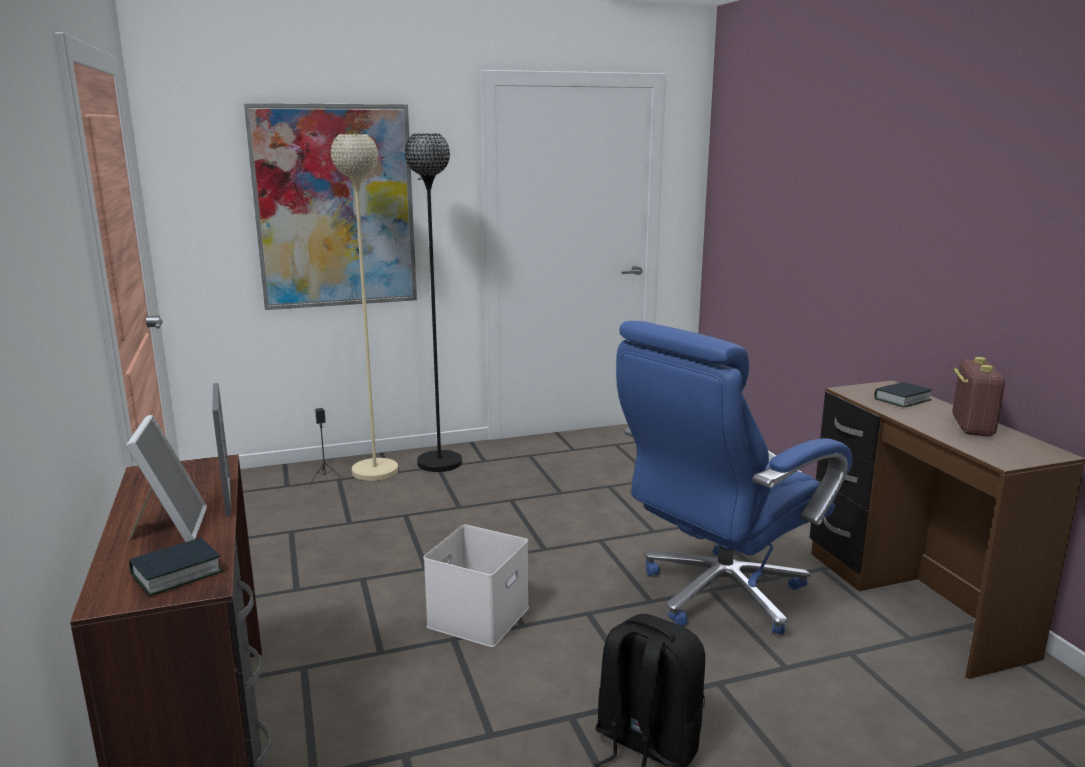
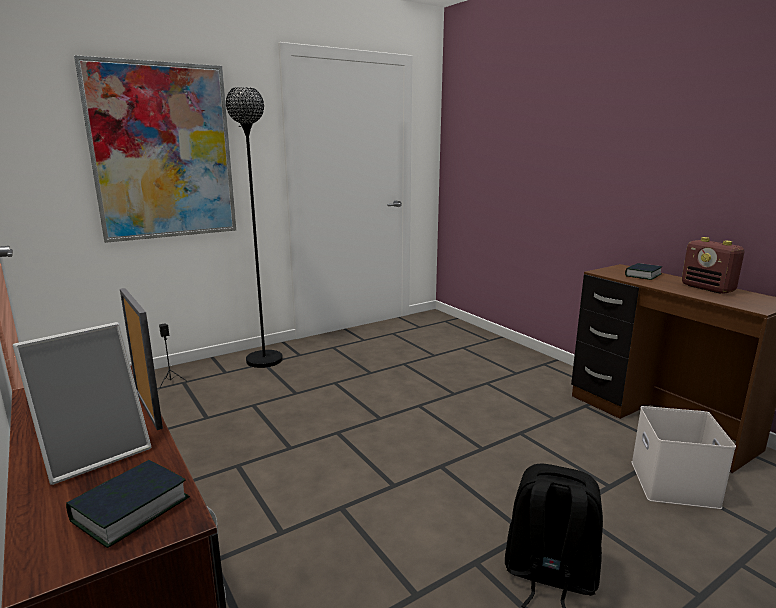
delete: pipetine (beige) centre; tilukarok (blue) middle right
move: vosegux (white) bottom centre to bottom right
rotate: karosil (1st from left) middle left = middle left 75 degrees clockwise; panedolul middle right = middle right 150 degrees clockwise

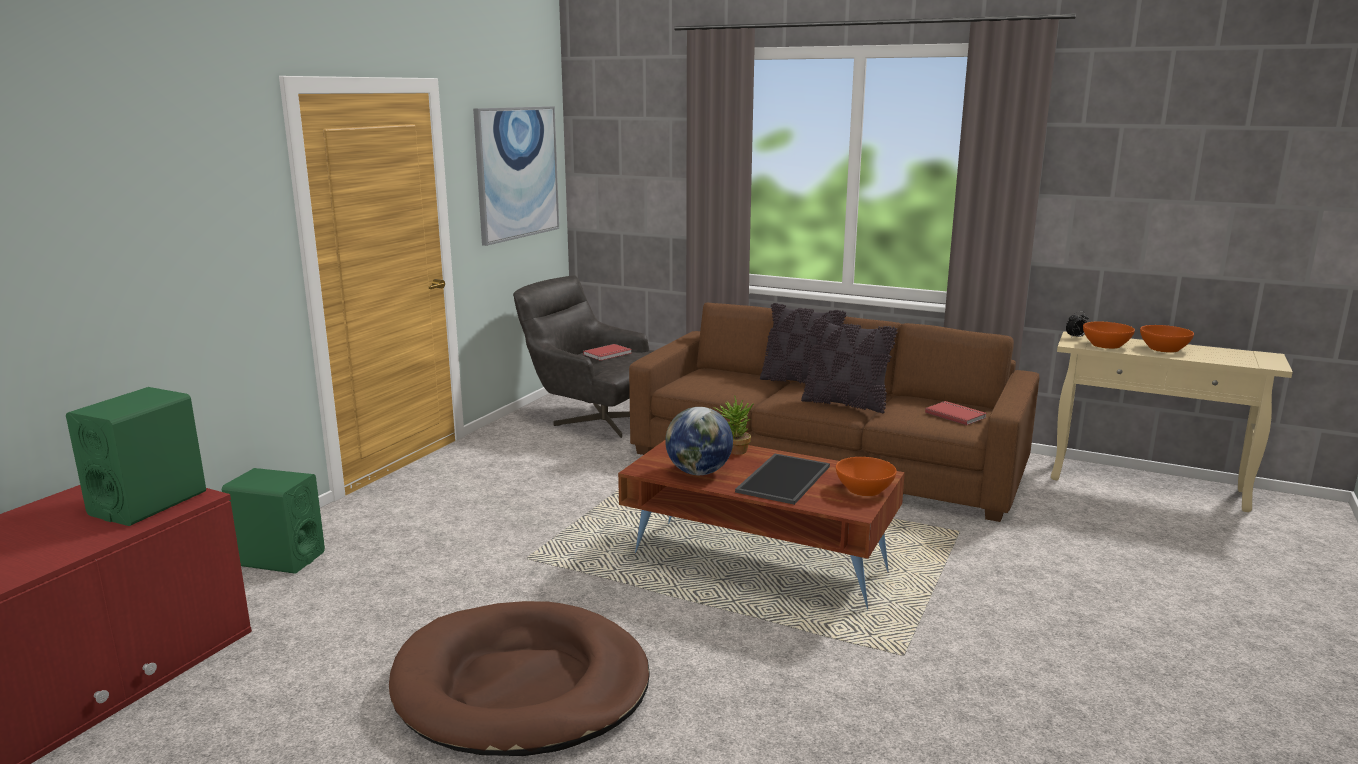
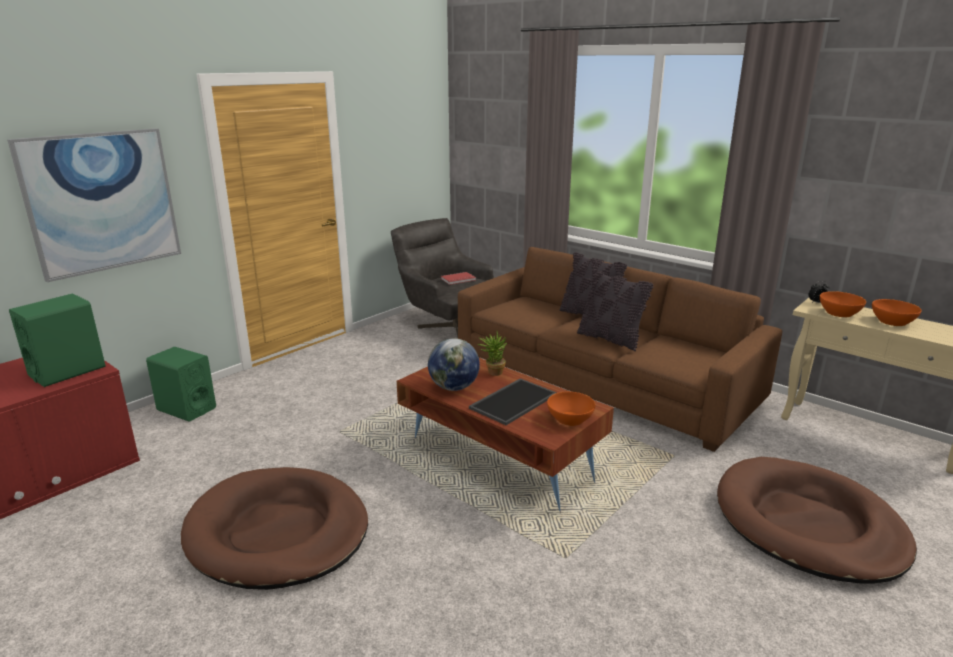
delete: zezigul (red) (2nd from left) middle right
insert: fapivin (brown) (2nd from left) bottom right
move: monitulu top centre to top left

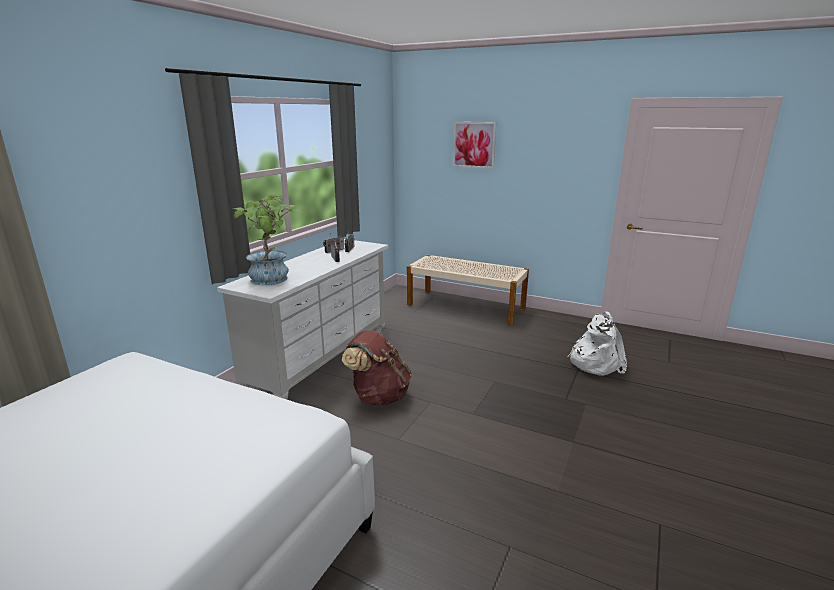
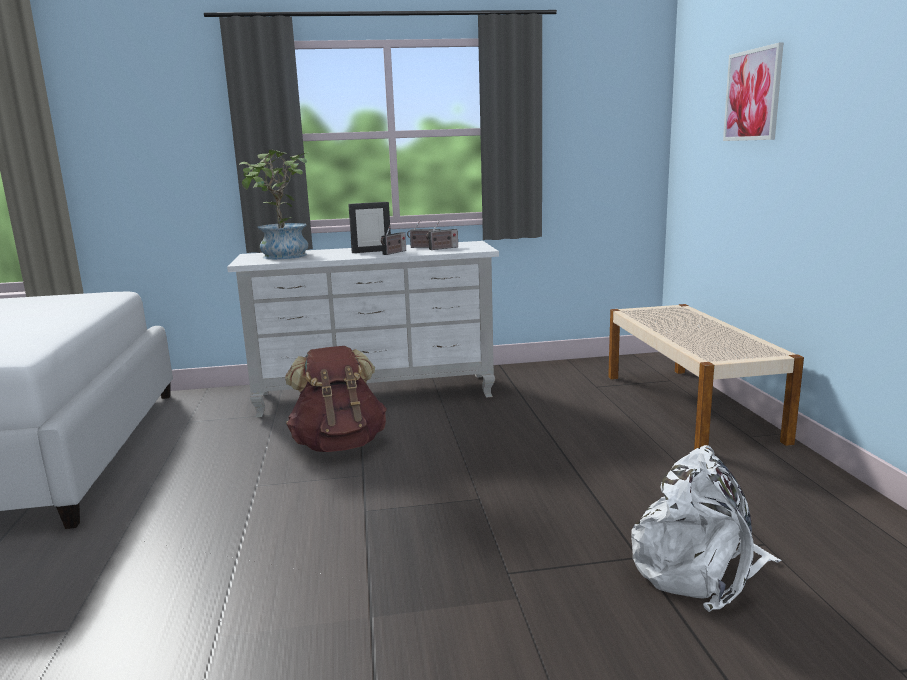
insert: karosil centre

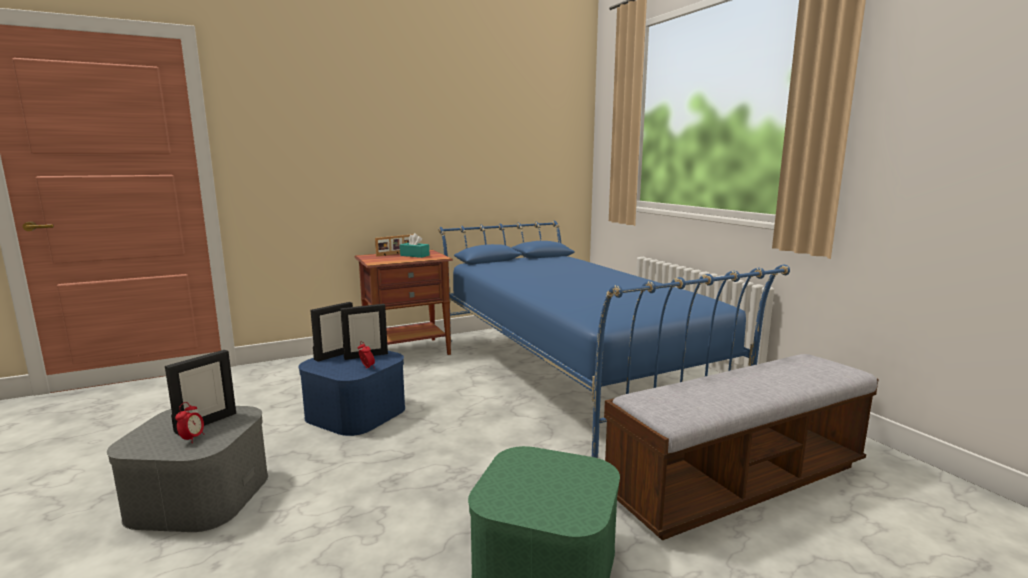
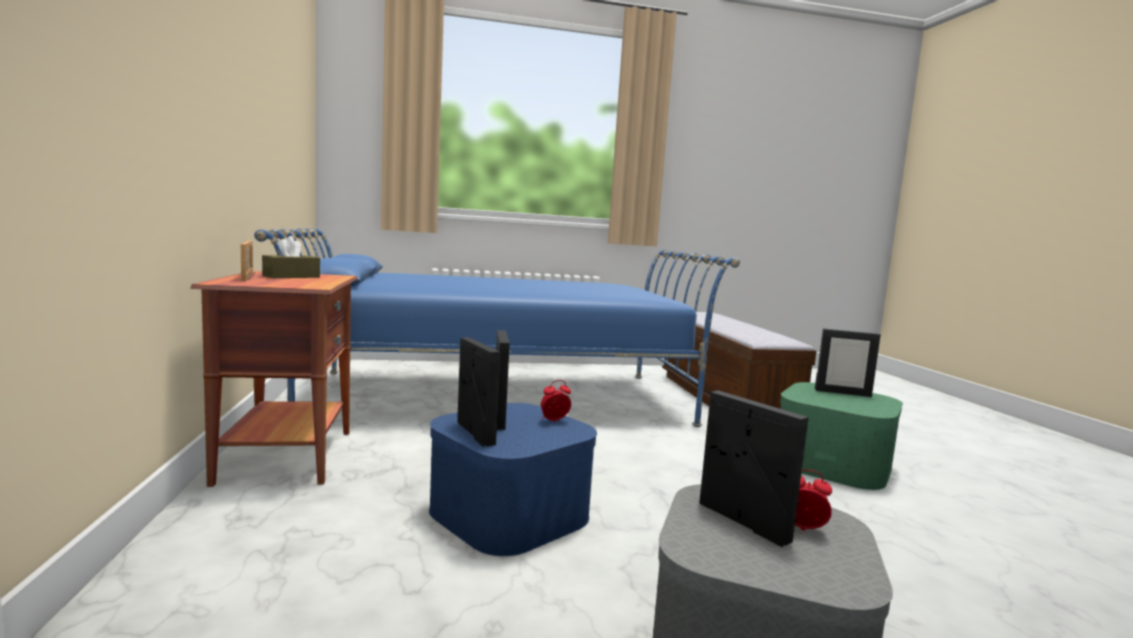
insert: karosil (5th from left) middle right
recolor: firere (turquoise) centre to firere (brown) middle left

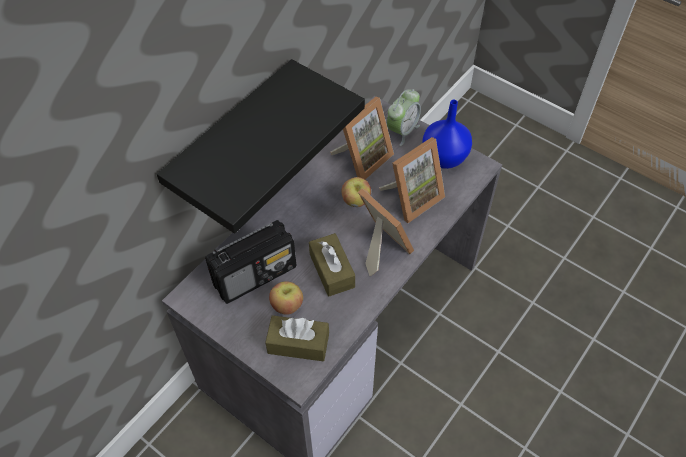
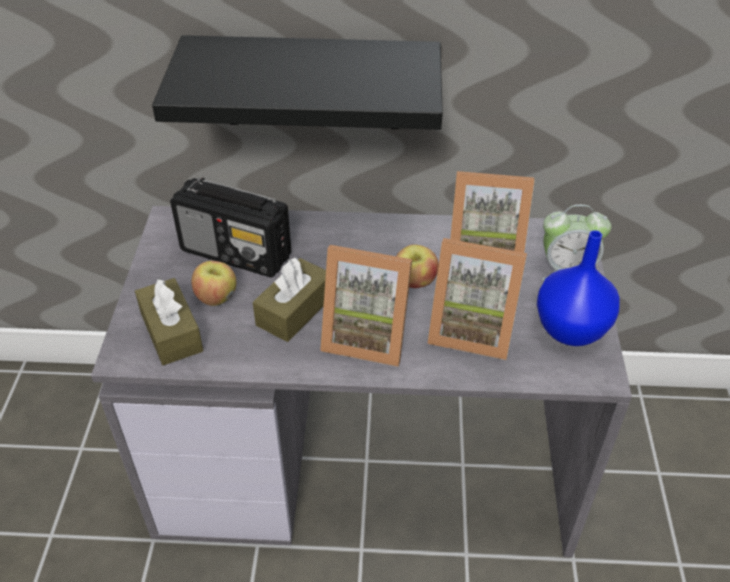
rotate: karosil (2nd from left in the first image) centre = centre 90 degrees clockwise

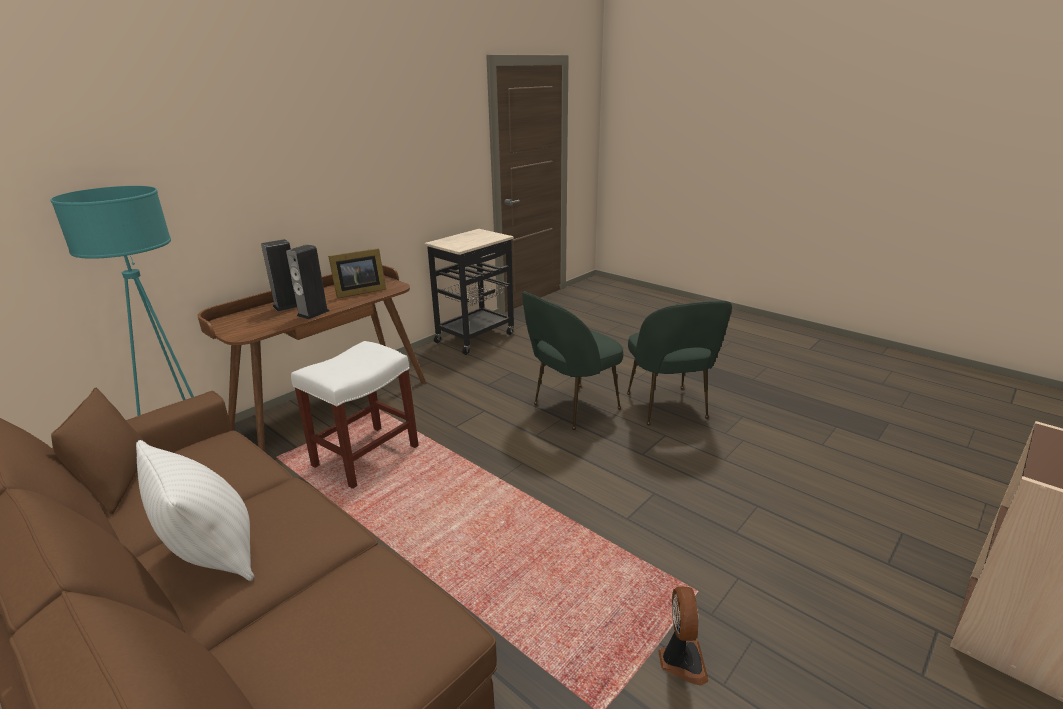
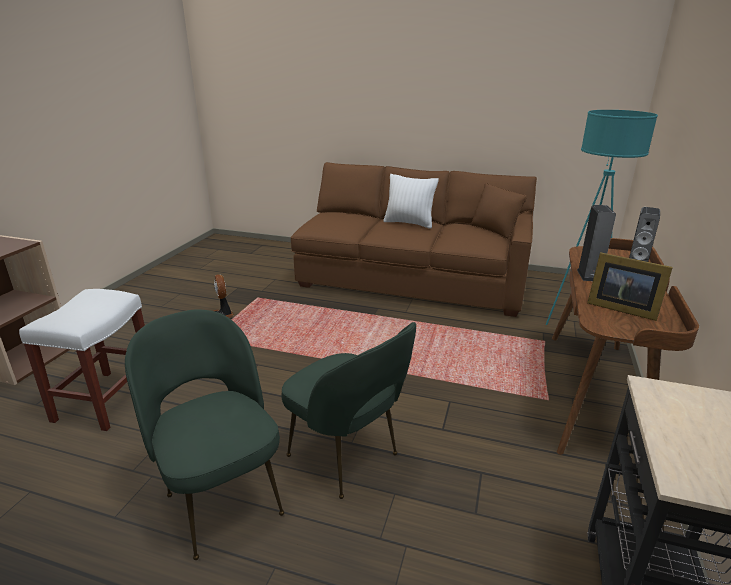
move: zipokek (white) centre to middle left
rotate: karosil centre = middle right 90 degrees counterclockwise; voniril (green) (1st from left in the first image) centre = bottom centre 105 degrees clockwise

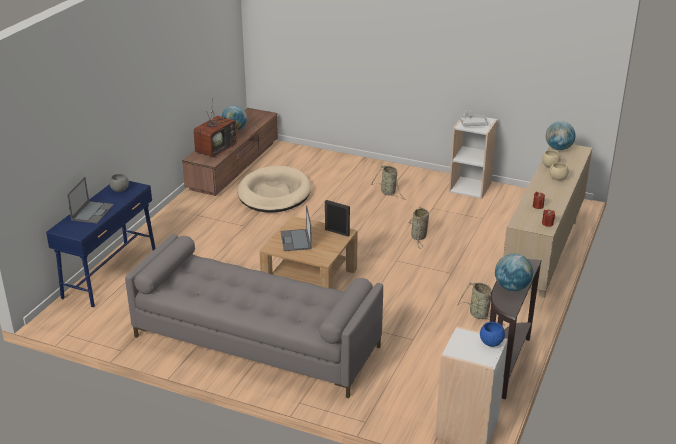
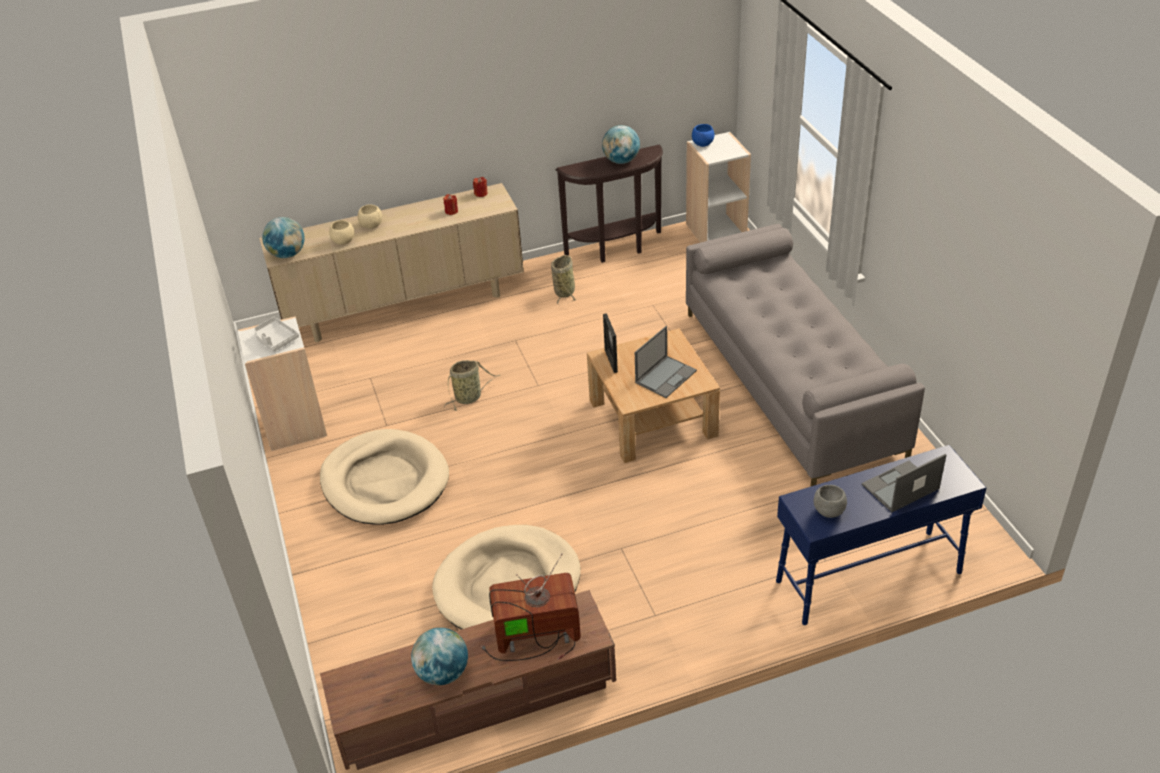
replace: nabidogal (1st from left) centre to fapivin (beige) (1st from left) middle left

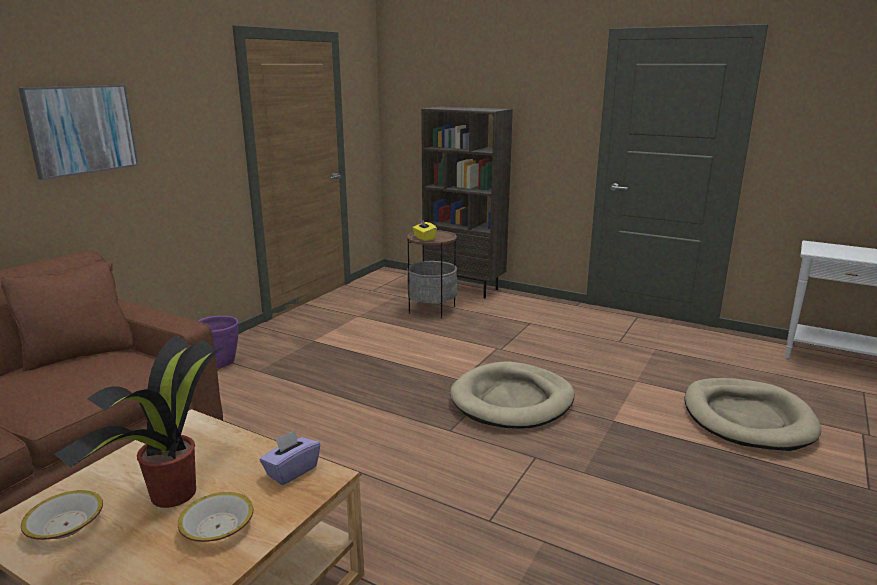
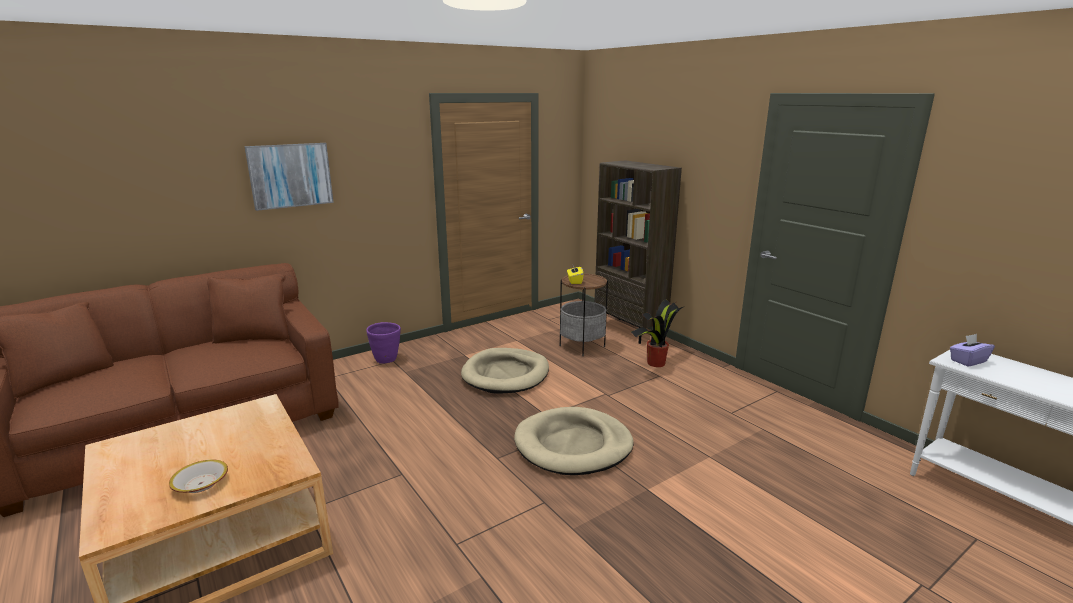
delete: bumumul (1st from left) bottom left
move: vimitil bottom left to centre; firere (purple) bottom left to middle right; fapivin (beige) (2nd from left in the first image) bottom right to fapivin (beige) (1st from left) centre

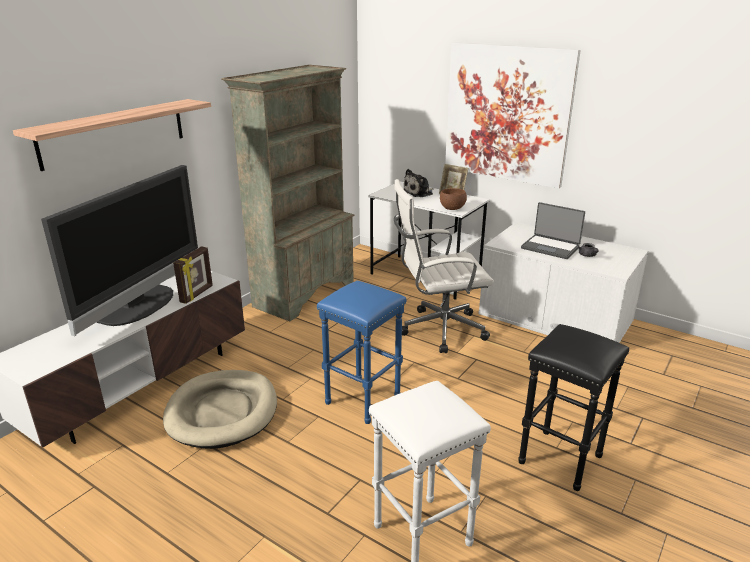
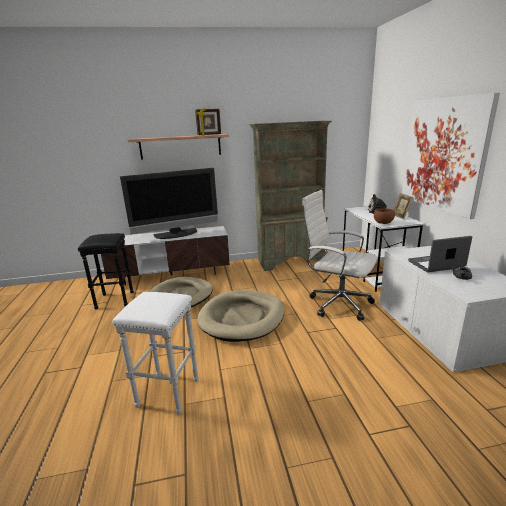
move: karosil (1st from left) middle left to top centre; zipokek (black) bottom right to middle left
replace: zipokek (blue) centre to fapivin (beige) (2nd from left) centre
rotate: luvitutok middle right = middle right 90 degrees clockwise

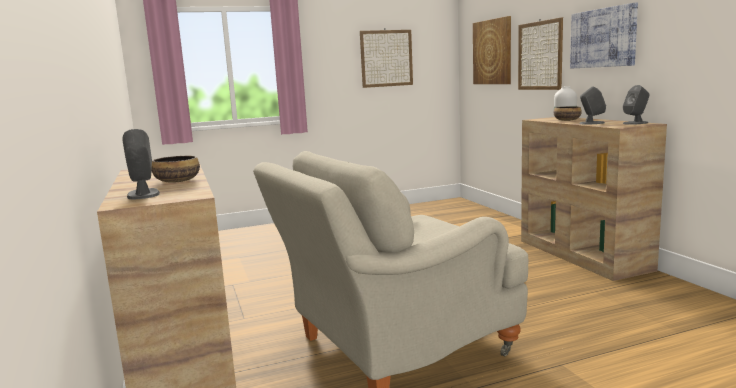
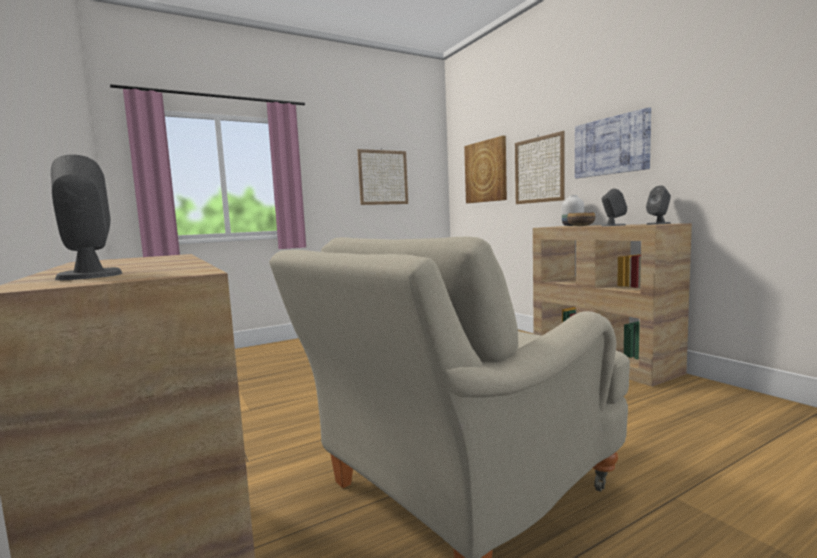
delete: bumumul (1st from left) middle left

